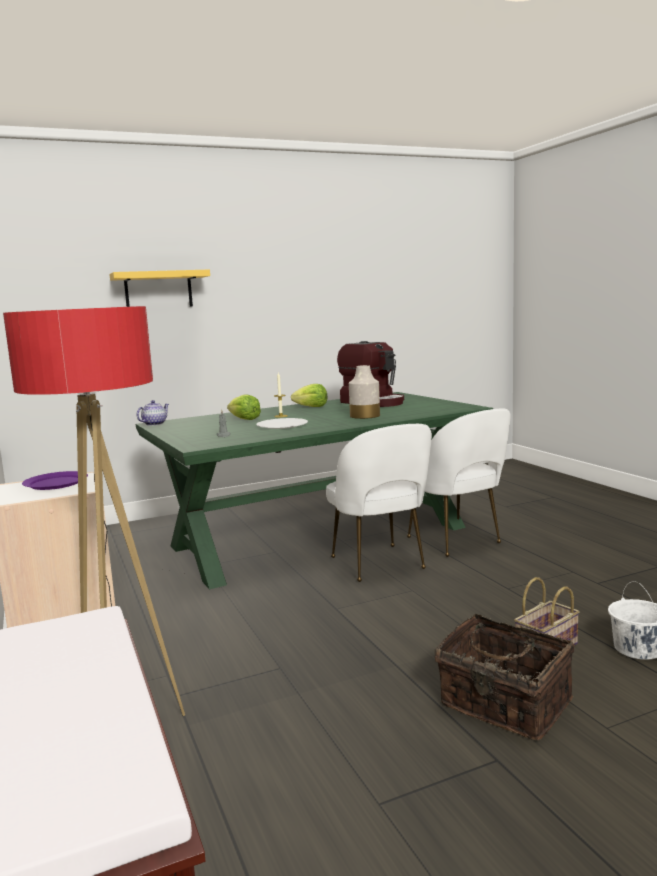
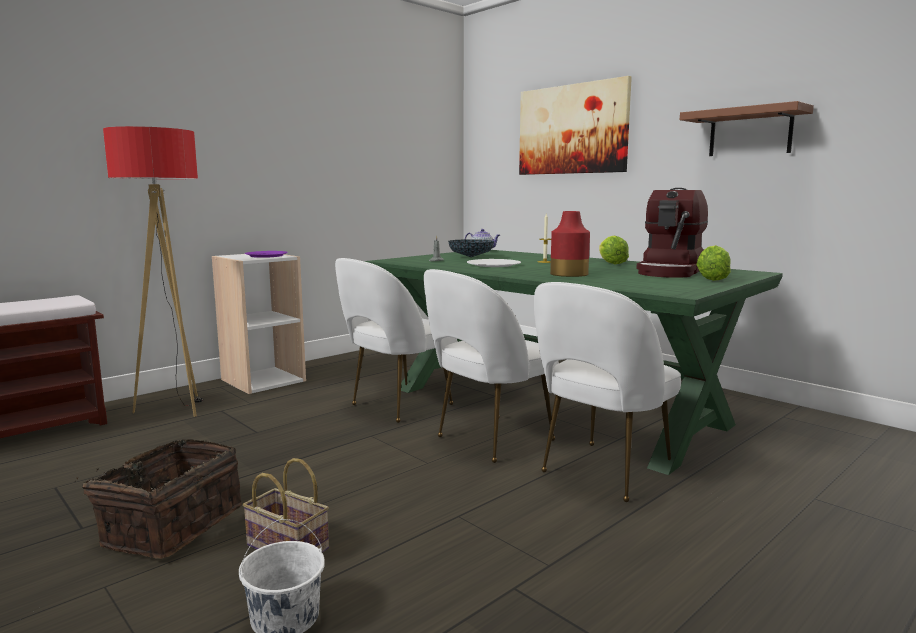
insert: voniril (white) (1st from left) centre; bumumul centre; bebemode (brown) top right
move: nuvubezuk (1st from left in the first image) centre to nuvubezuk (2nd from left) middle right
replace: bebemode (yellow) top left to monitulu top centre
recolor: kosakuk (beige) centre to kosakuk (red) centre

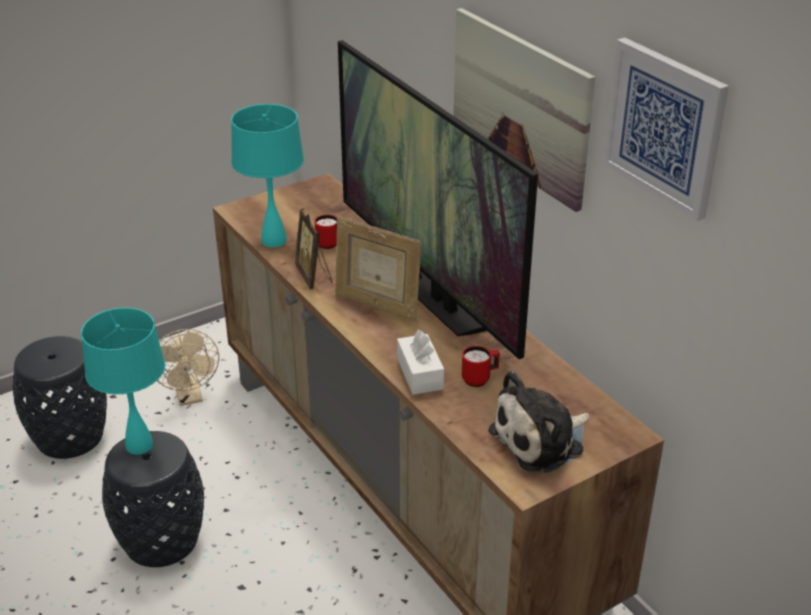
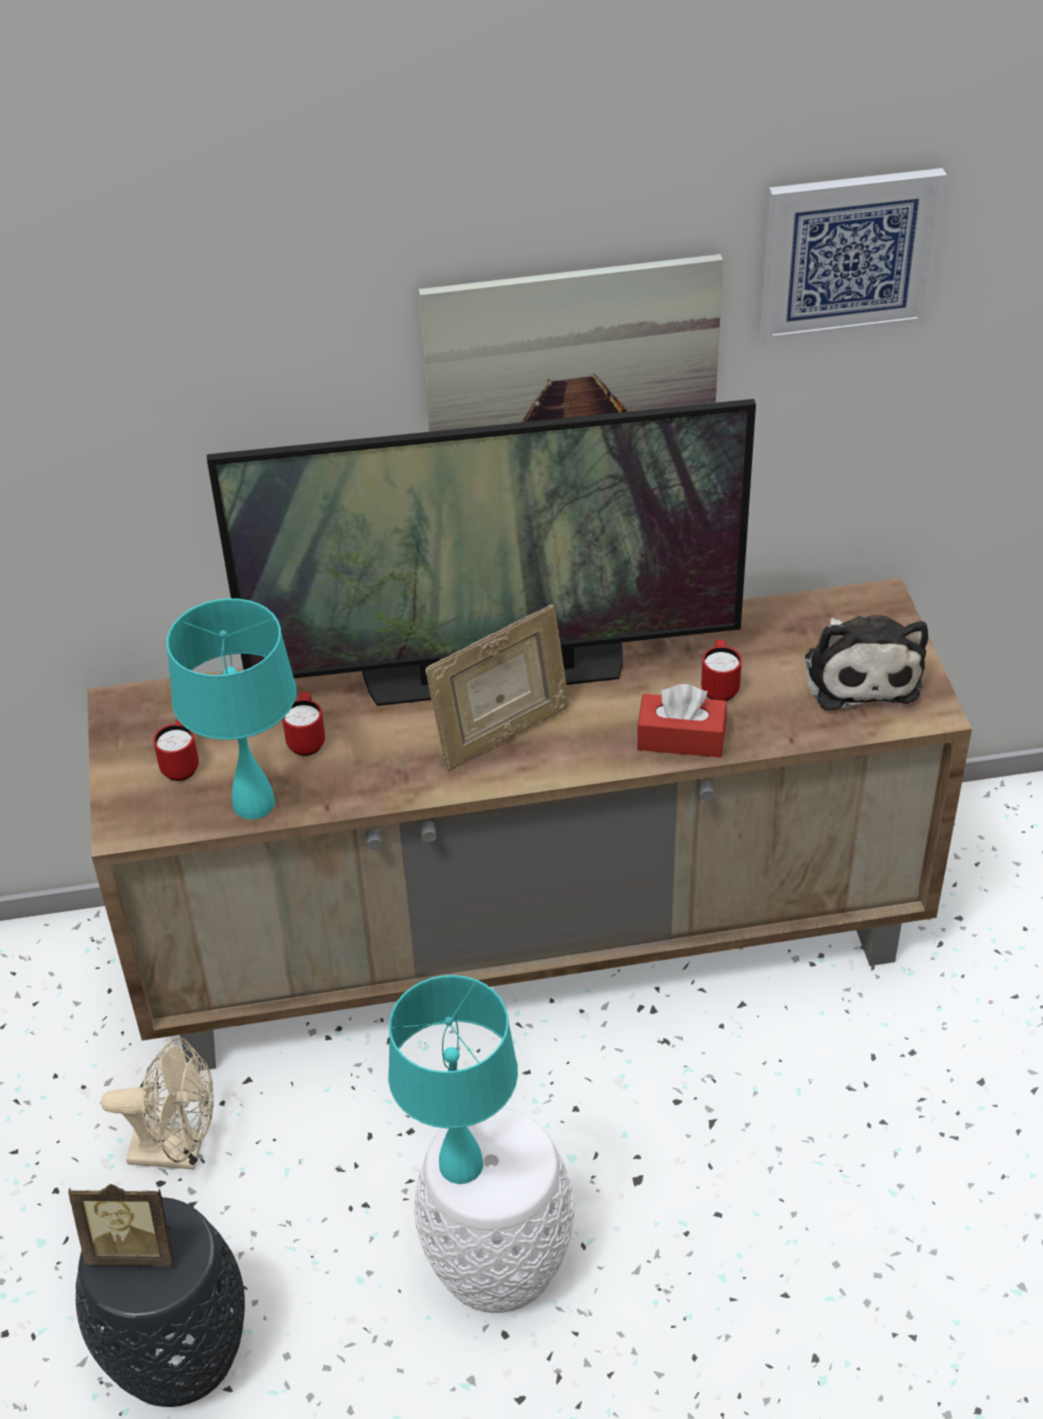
insert: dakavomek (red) (1st from left) middle left
move: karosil (1st from left) centre to bottom left
recolor: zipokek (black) (2nd from left) bottom left to zipokek (white) bottom centre; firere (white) centre to firere (red) centre

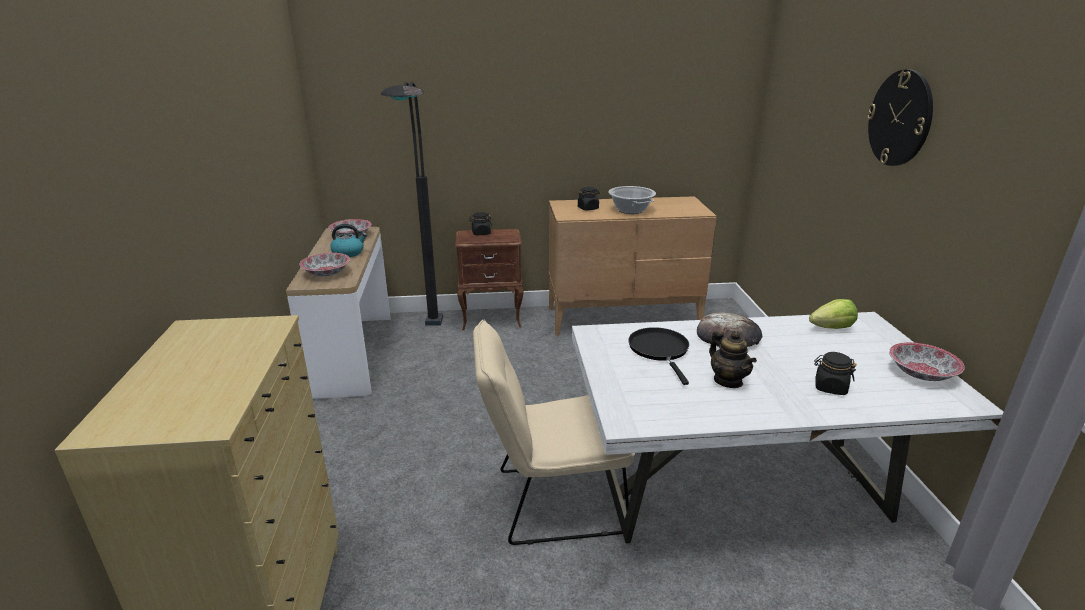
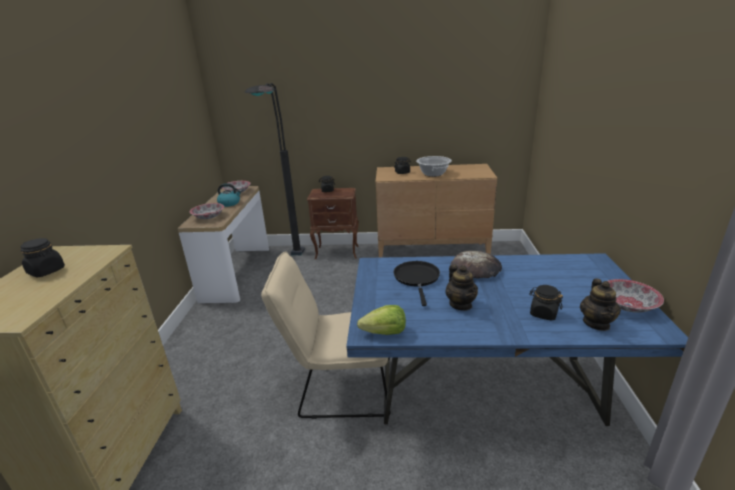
delete: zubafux top right
insert: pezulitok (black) (1st from left) middle left; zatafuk (2nd from left) middle right
move: nuvubezuk middle right to centre
recolor: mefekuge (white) bottom right to mefekuge (blue) bottom right

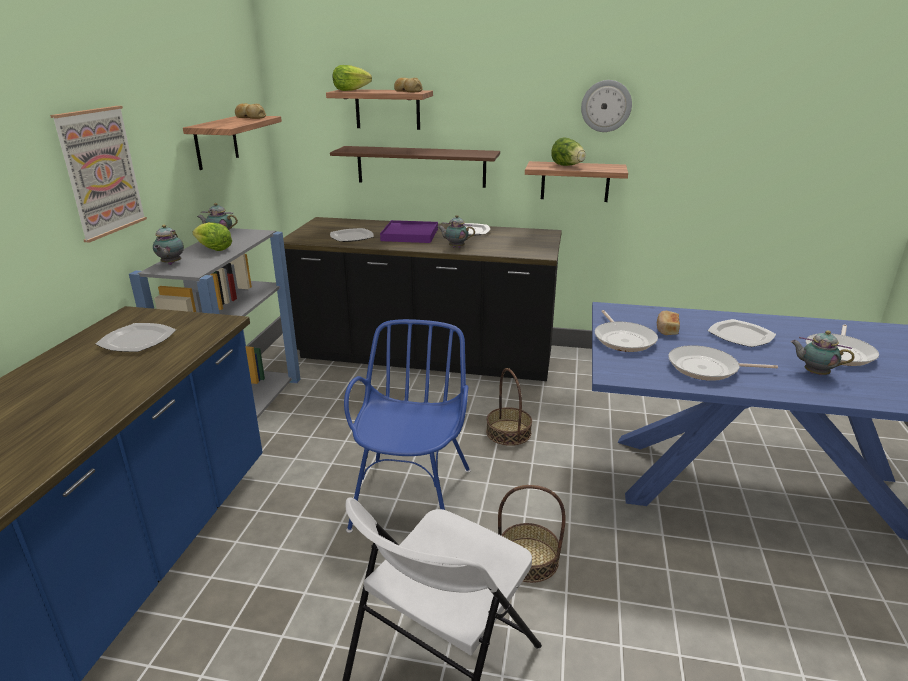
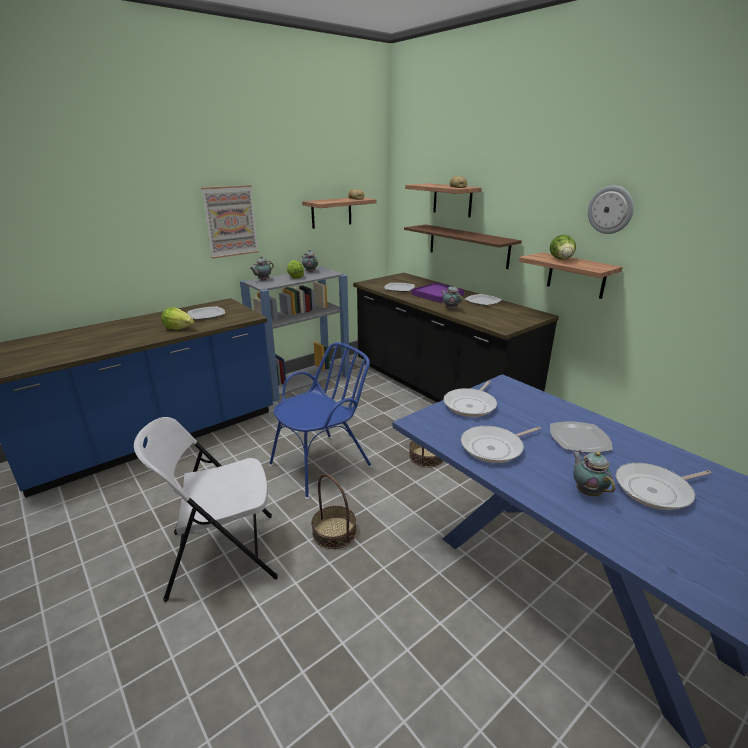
delete: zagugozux (3rd from left) middle right
move: nuvubezuk (2nd from left in the first image) top centre to nuvubezuk (1st from left) middle left
rotate: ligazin (2nd from left) middle right = middle right 75 degrees counterclockwise

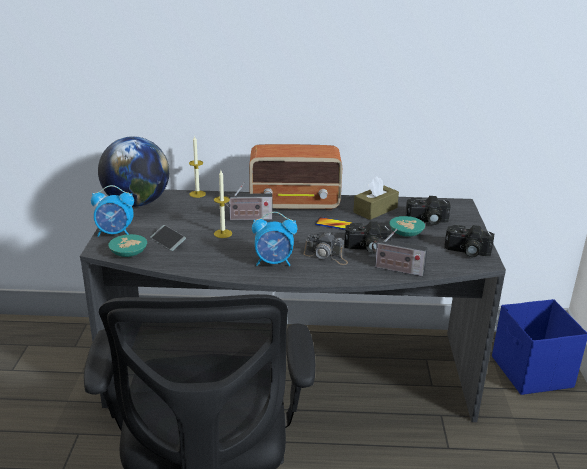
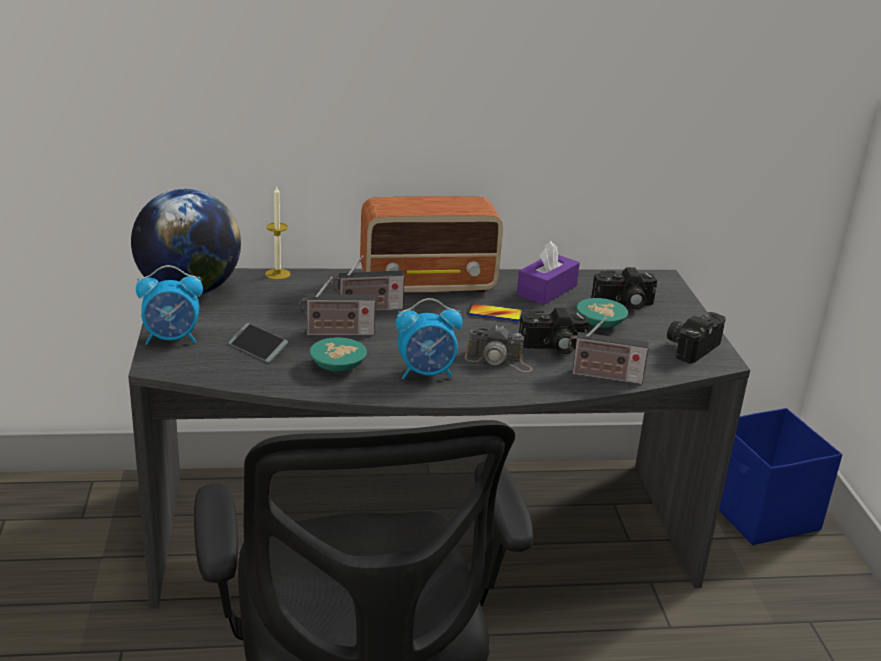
move: bumumul (turquoise) (1st from left) middle left to centre
replace: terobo (2nd from left) centre to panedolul (1st from left) centre
recolor: firere (brown) centre to firere (purple) centre
rotate: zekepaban (4th from left) middle right = middle right 120 degrees clockwise

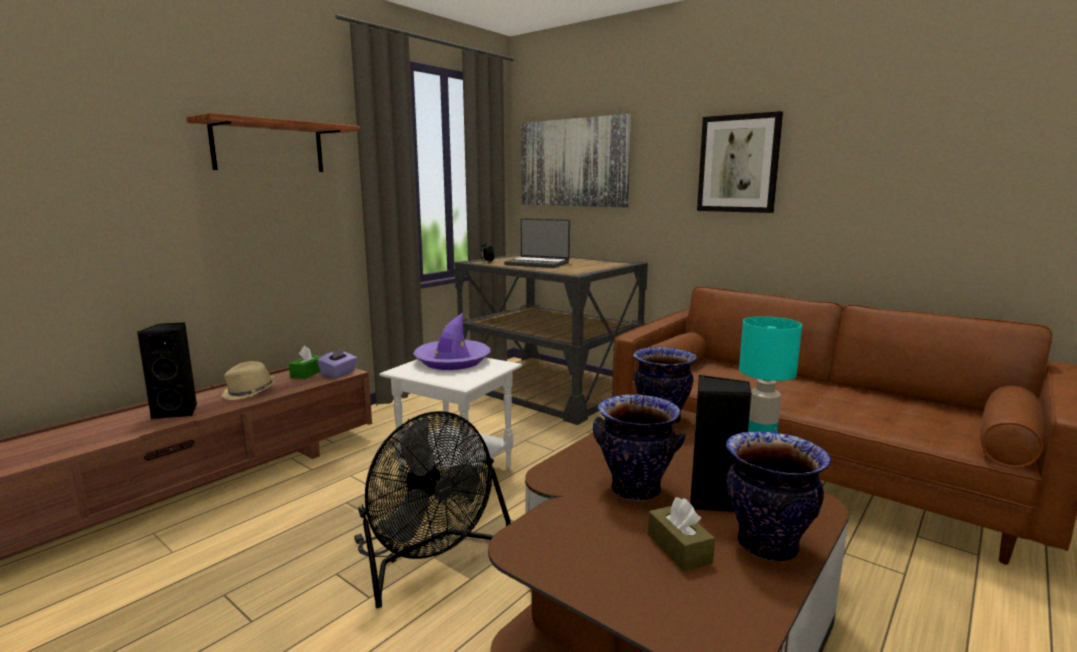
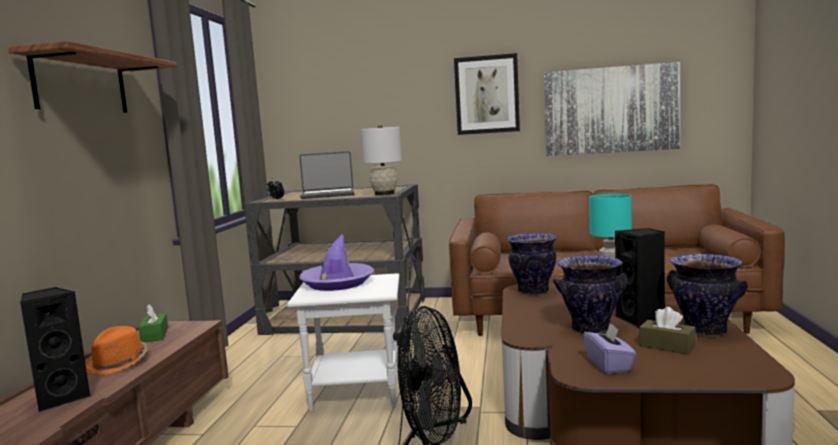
insert: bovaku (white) centre
move: firere (purple) middle left to bottom right; monitulu (1st from left in the first image) top centre to monitulu (2nd from left) top right
recolor: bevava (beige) middle left to bevava (orange) bottom left

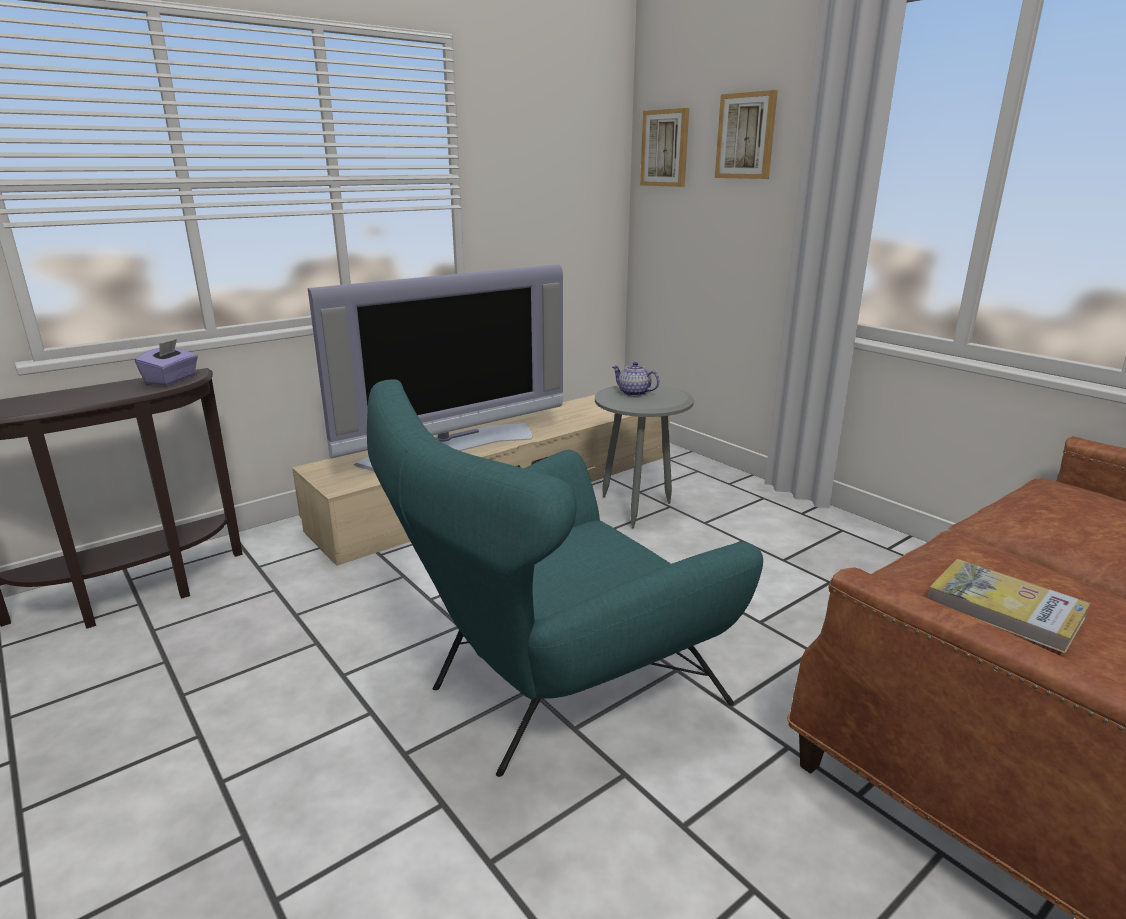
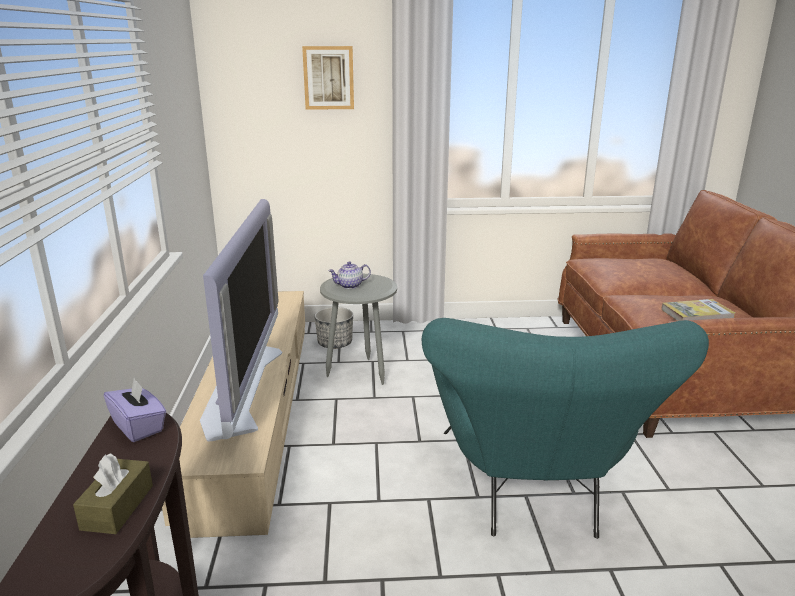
delete: monitulu (1st from left) top centre
insert: firere (brown) bottom left; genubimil centre

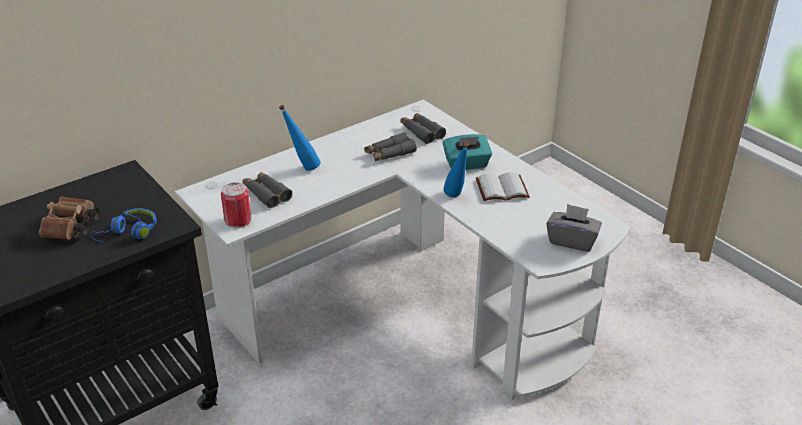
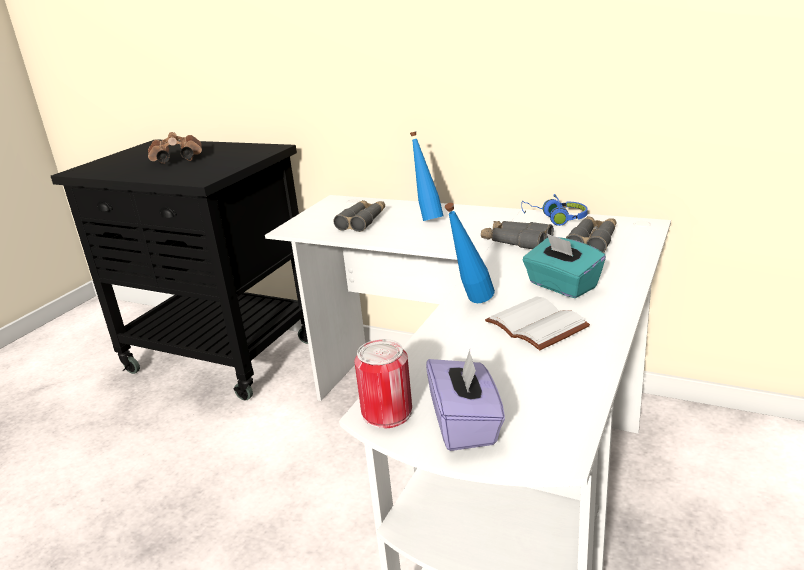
move: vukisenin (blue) middle left to middle right; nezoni middle left to bottom centre
recolor: firere (grey) middle right to firere (purple) bottom centre

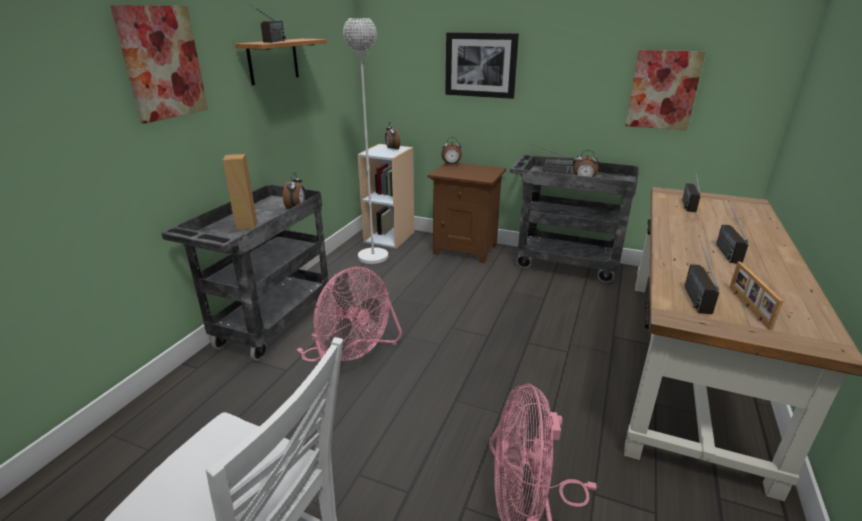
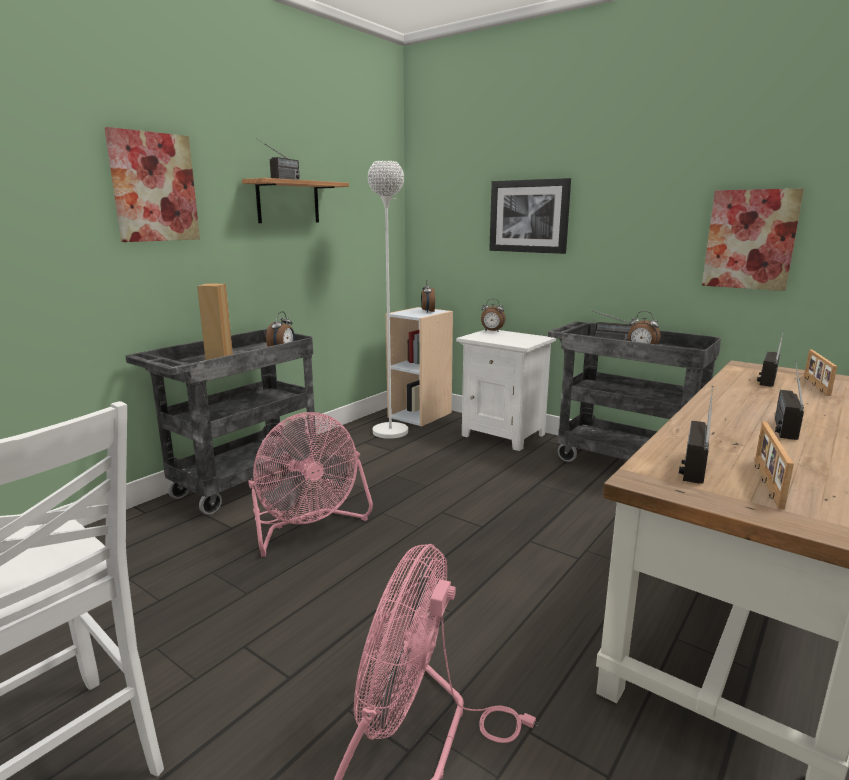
insert: karosil (2nd from left) middle right
recolor: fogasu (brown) centre to fogasu (white) centre

